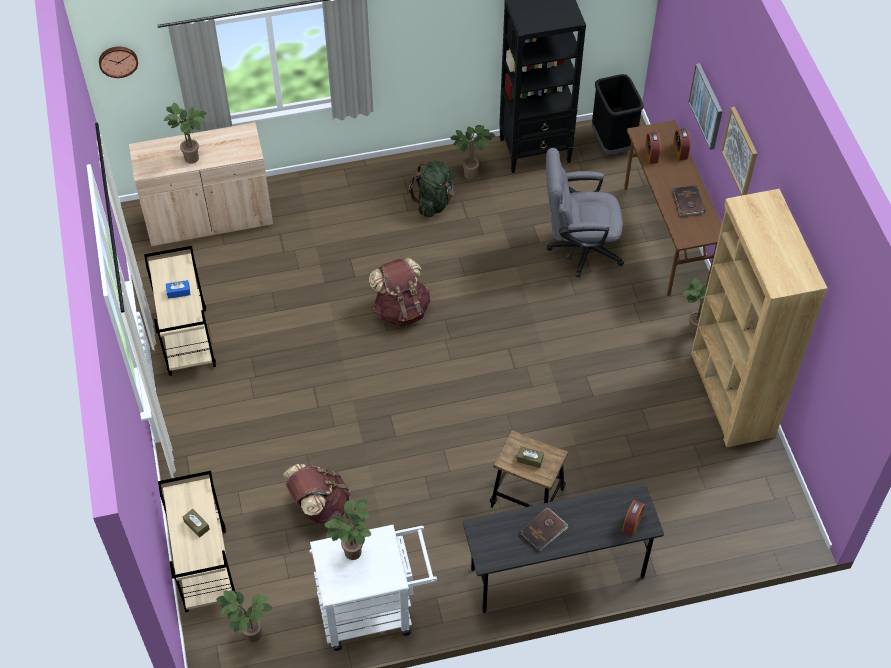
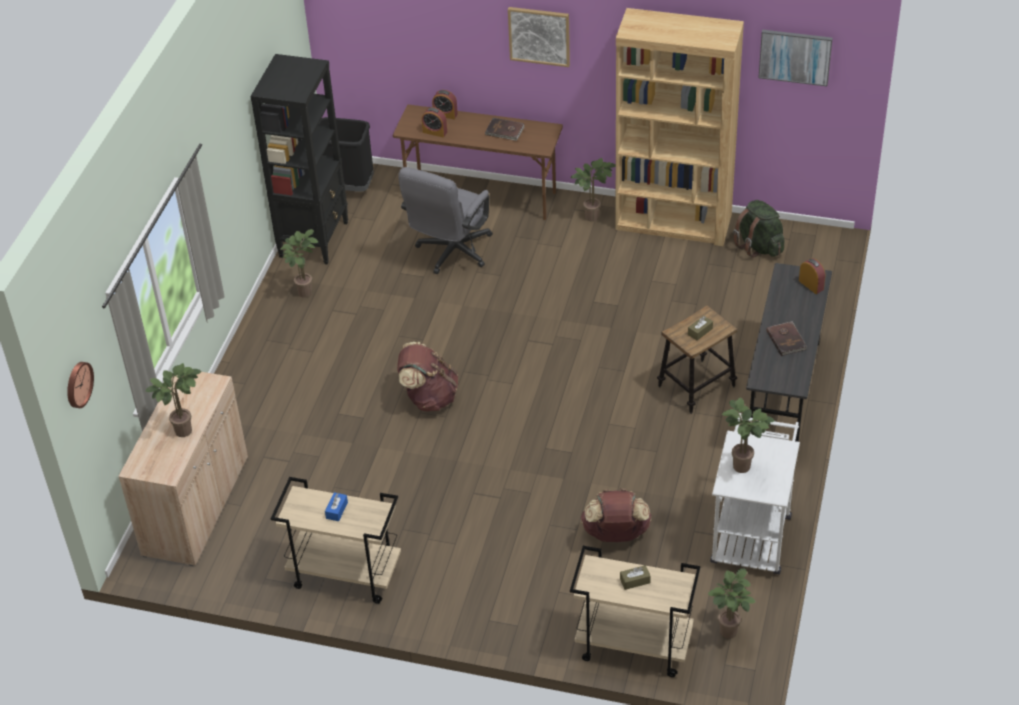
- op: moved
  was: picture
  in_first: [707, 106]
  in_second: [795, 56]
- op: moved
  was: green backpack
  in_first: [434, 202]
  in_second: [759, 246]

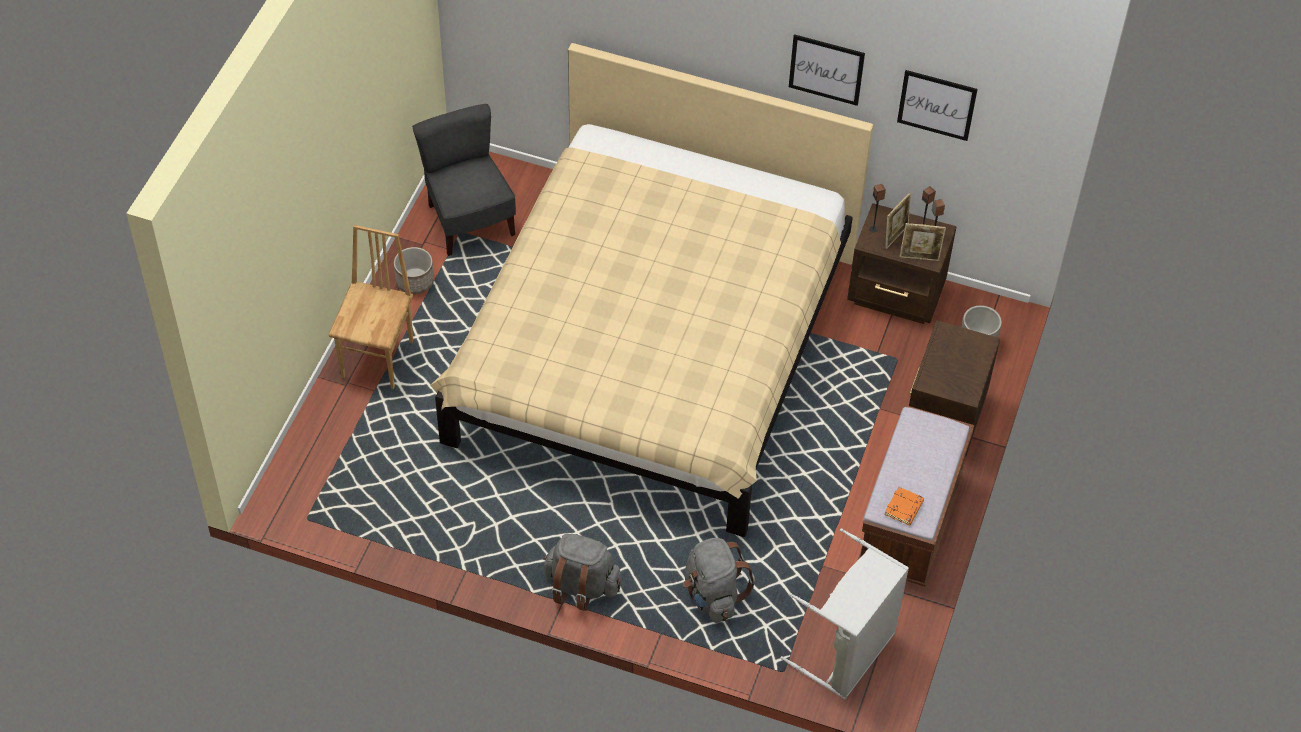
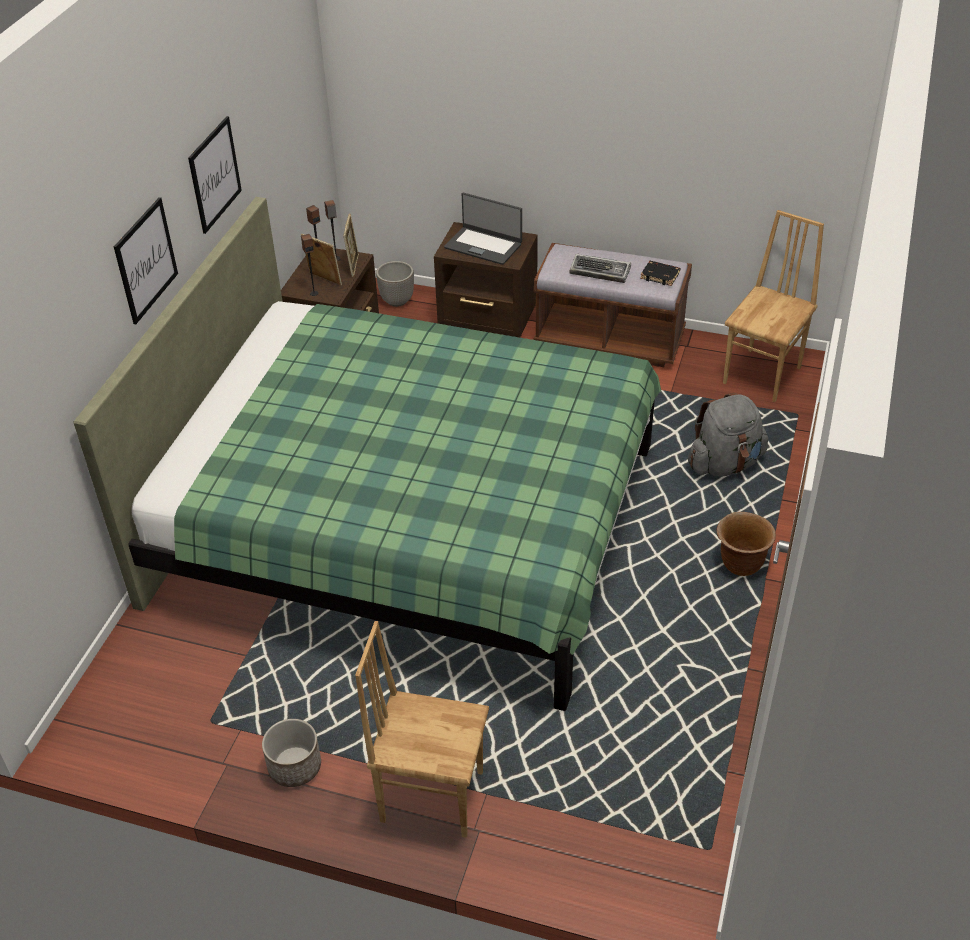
- op: recoloured
  was: beige bed
  now: green bed
  in_first: [651, 349]
  in_second: [409, 523]
- op: moved
  was: picture
  in_first: [937, 105]
  in_second: [146, 260]
- op: removed
  was: grey chair
  in_first: [469, 221]
- op: recoloured
  was: orange book
  now: black book
  in_first: [904, 508]
  in_second: [660, 275]
- op: replaced
  was: grey laundry basket
  now: brown chair
  in_first: [848, 653]
  in_second: [763, 375]
- op: replaced
  was: grey backpack
  now: brown planter
  in_first: [581, 586]
  in_second: [740, 564]
- op: added
  now: laptop
  in_second: [483, 245]
- op: added
  now: keyboard
  in_second: [601, 272]

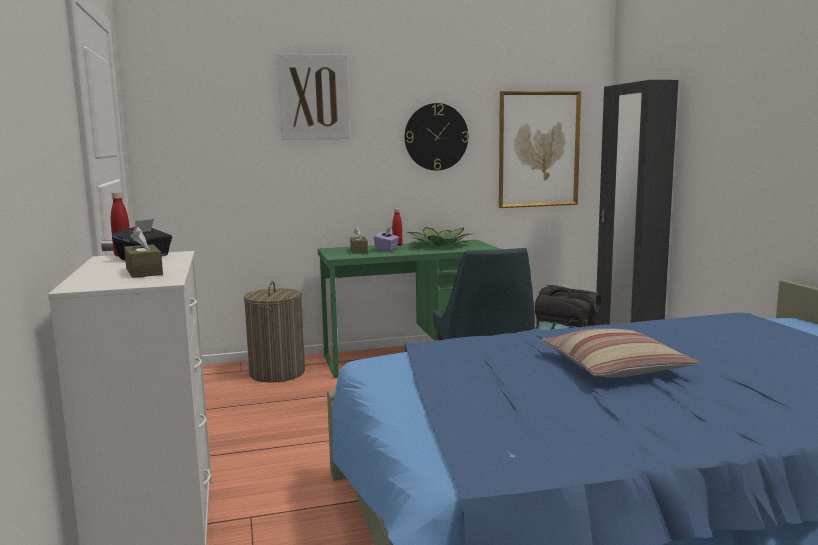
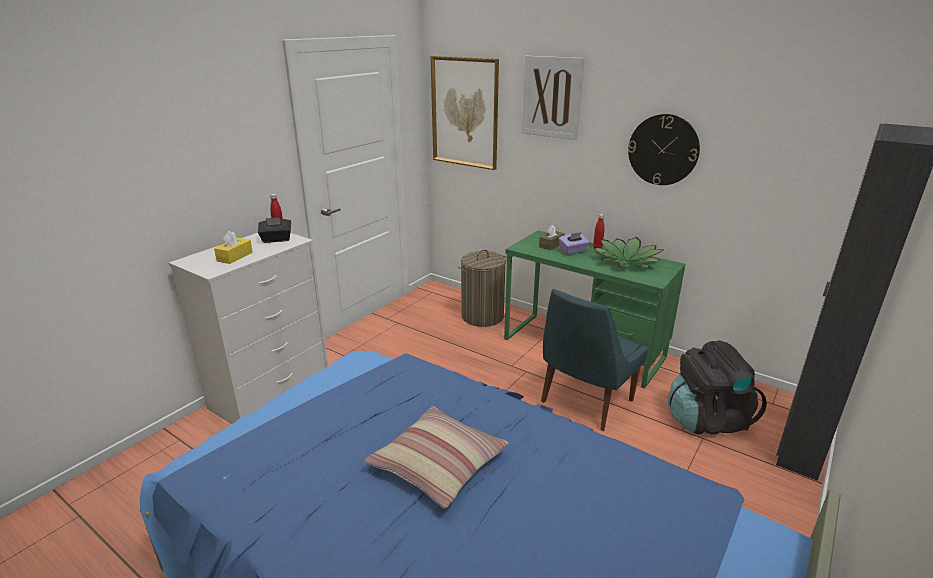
- op: moved
  was: picture
  in_first: [538, 149]
  in_second: [465, 112]
- op: recoloured
  was: brown tissue box
  now: yellow tissue box
  in_first: [144, 272]
  in_second: [235, 257]

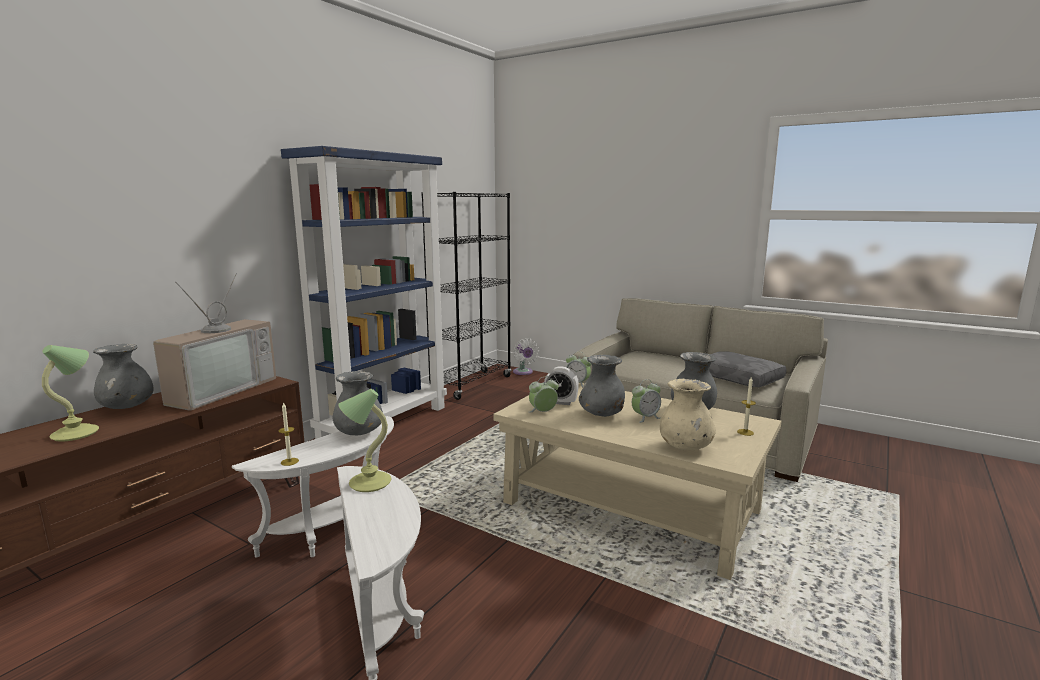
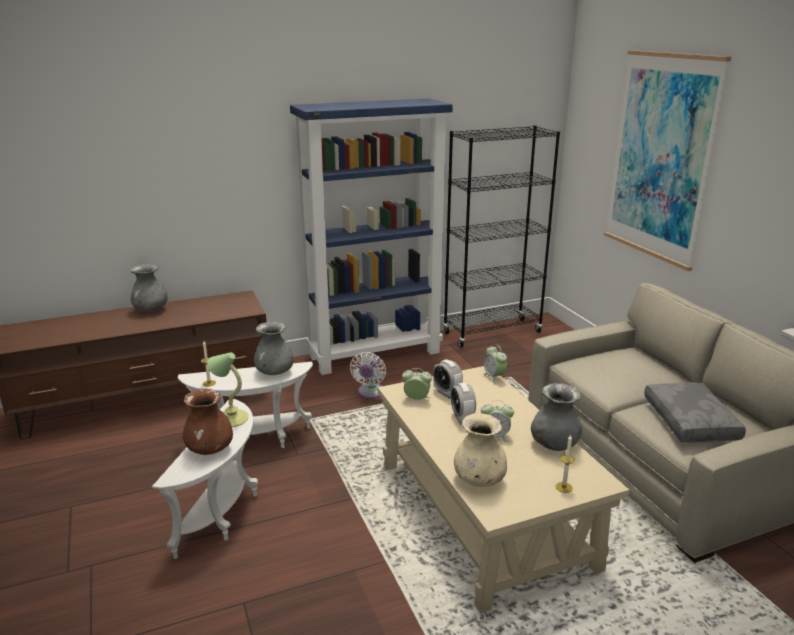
- op: removed
  was: television
  in_first: [219, 390]
- op: moved
  was: white fan
  in_first: [523, 372]
  in_second: [370, 393]
- op: removed
  was: table lamp
  in_first: [77, 433]
- op: replaced
  was: grey vase
  now: alarm clock
  in_first: [601, 414]
  in_second: [462, 419]
- op: added
  now: picture
  in_second: [661, 158]
- op: added
  now: brown vase
  in_second: [210, 449]

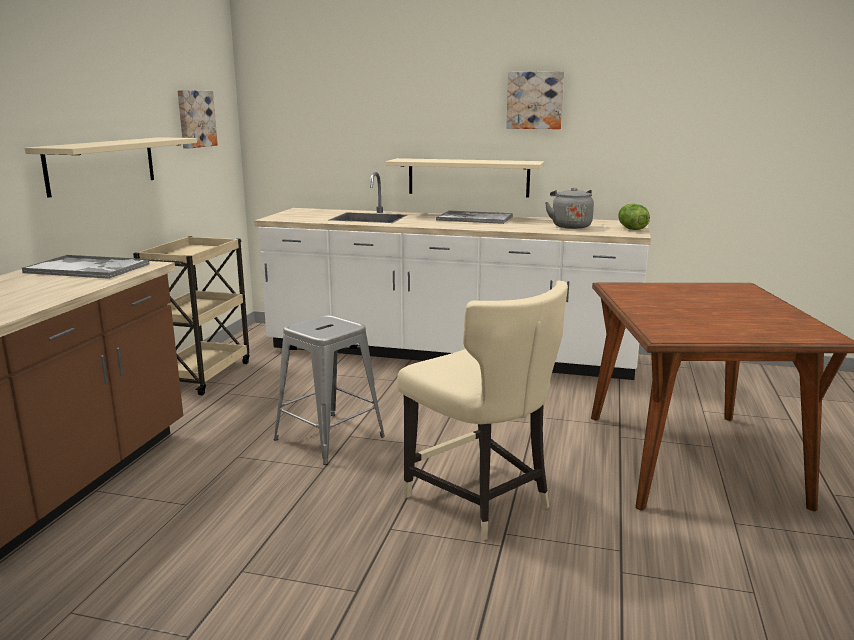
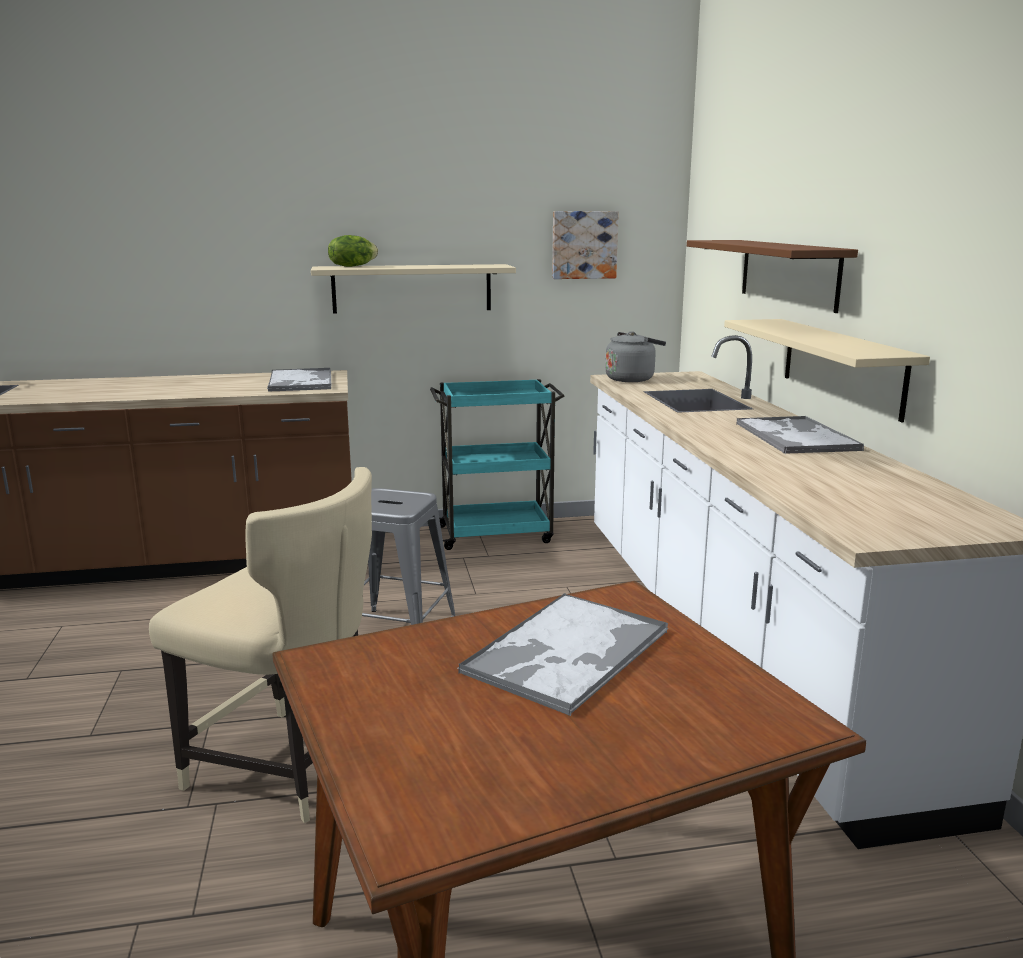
- op: removed
  was: picture
  in_first: [535, 100]
- op: moved
  was: grey kettle
  in_first: [570, 226]
  in_second: [632, 379]
- op: moved
  was: lettuce
  in_first: [631, 229]
  in_second: [352, 266]
- op: recoloured
  was: beige cart
  now: turquoise cart
  in_first: [202, 374]
  in_second: [497, 534]
- op: turned
  was: beige chair
  in_first: [481, 501]
  in_second: [289, 768]
  clockwise: -90
- op: added
  now: brown shelf
  in_second: [788, 273]
- op: added
  now: tray
  in_second: [566, 653]

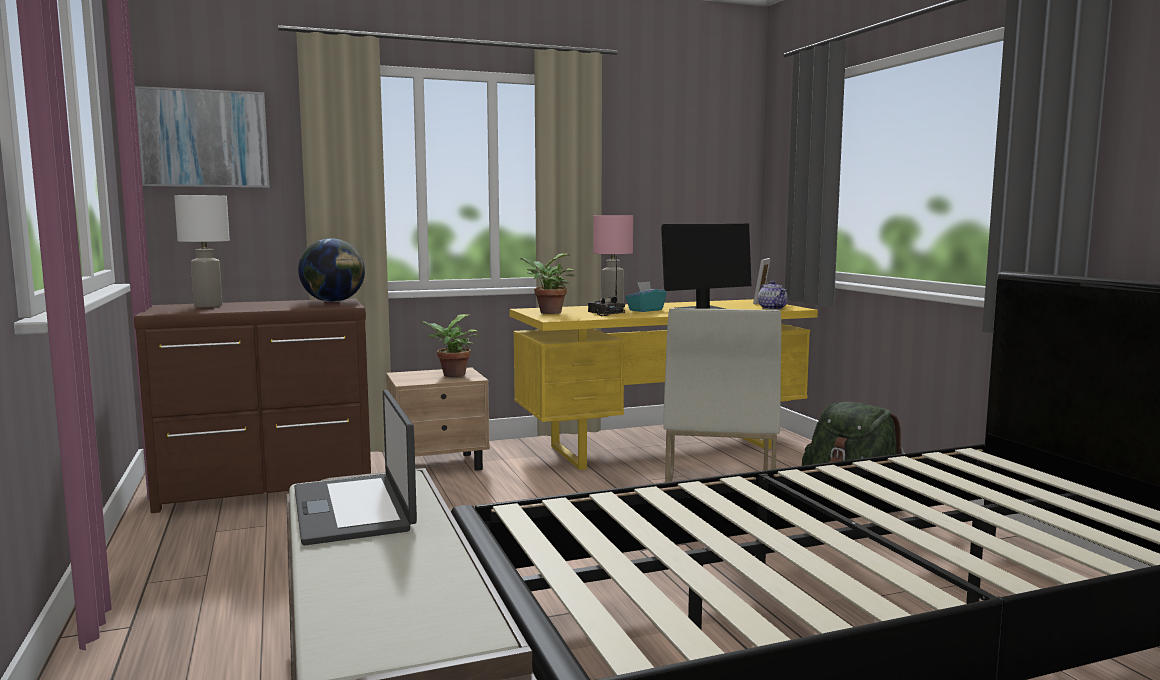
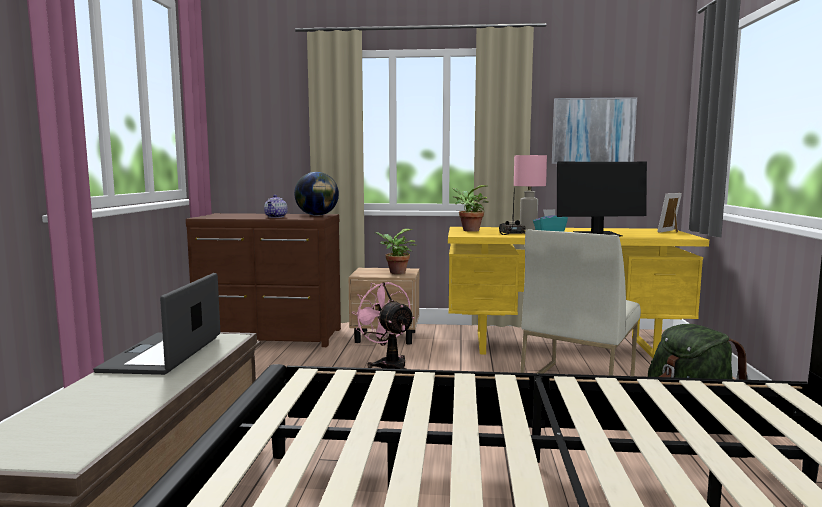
- op: moved
  was: picture
  in_first: [204, 139]
  in_second: [593, 131]
- op: removed
  was: white table lamp
  in_first: [207, 306]
- op: moved
  was: teapot
  in_first: [772, 308]
  in_second: [276, 217]
- op: added
  now: pink fan
  in_second: [388, 364]

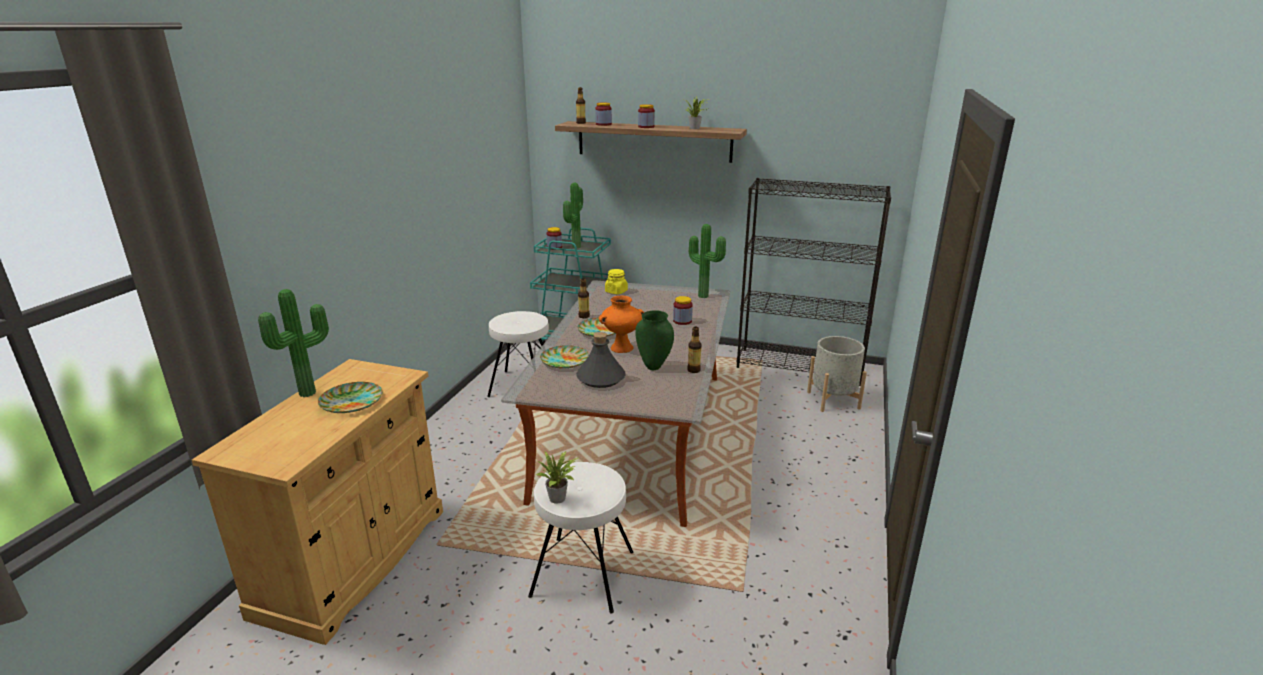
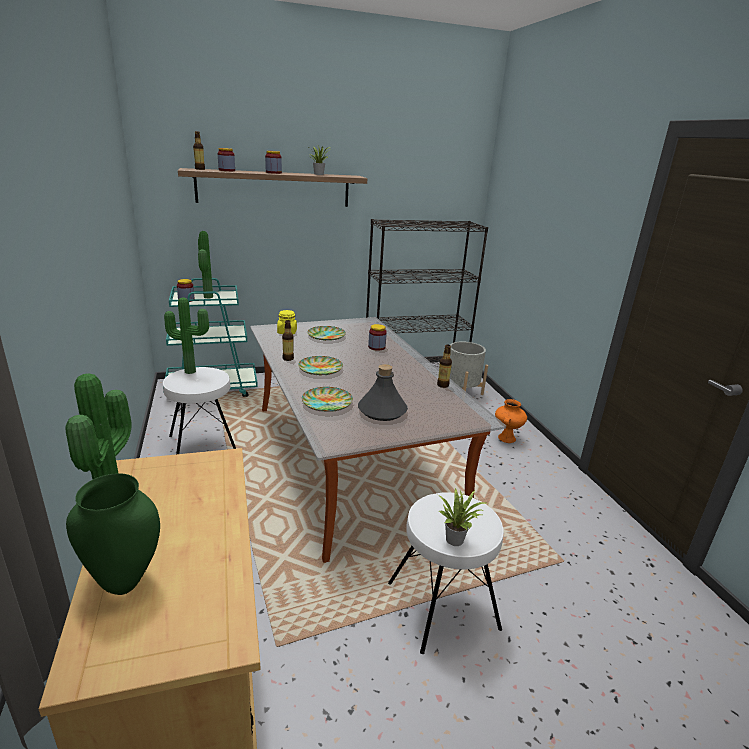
- op: moved
  was: potted plant
  in_first: [704, 295]
  in_second: [191, 371]
- op: moved
  was: orange vase
  in_first: [622, 347]
  in_second: [506, 438]
- op: moved
  was: green vase
  in_first: [654, 366]
  in_second: [126, 581]
- op: moved
  was: plate
  in_first: [351, 401]
  in_second: [326, 336]

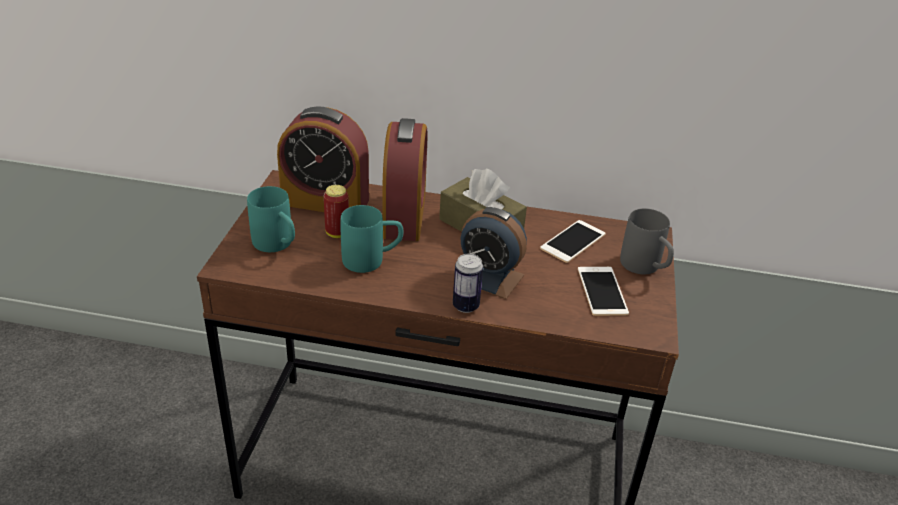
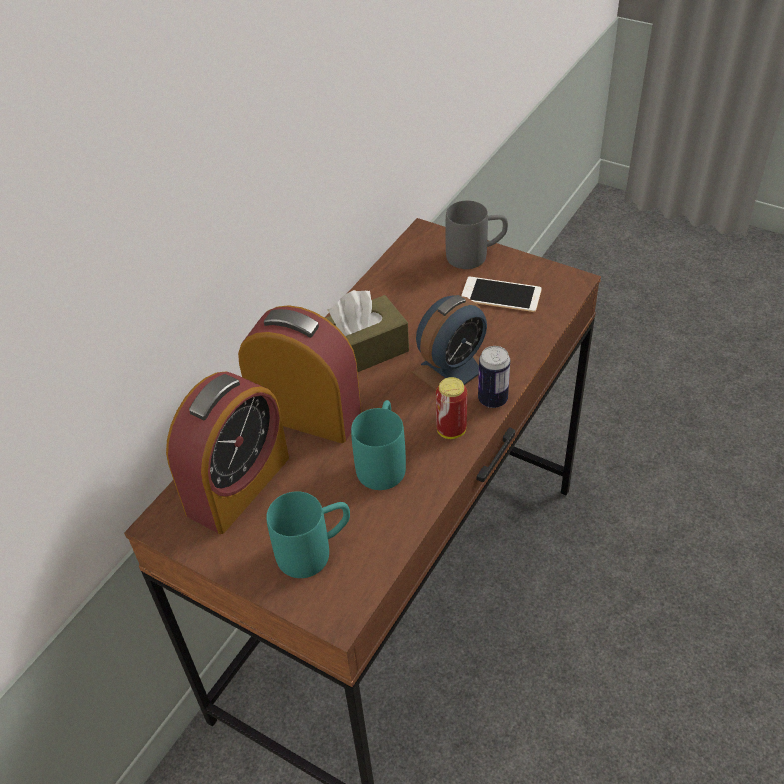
- op: moved
  was: can
  in_first: [337, 233]
  in_second: [451, 430]
- op: removed
  was: phone
  in_first: [573, 241]

